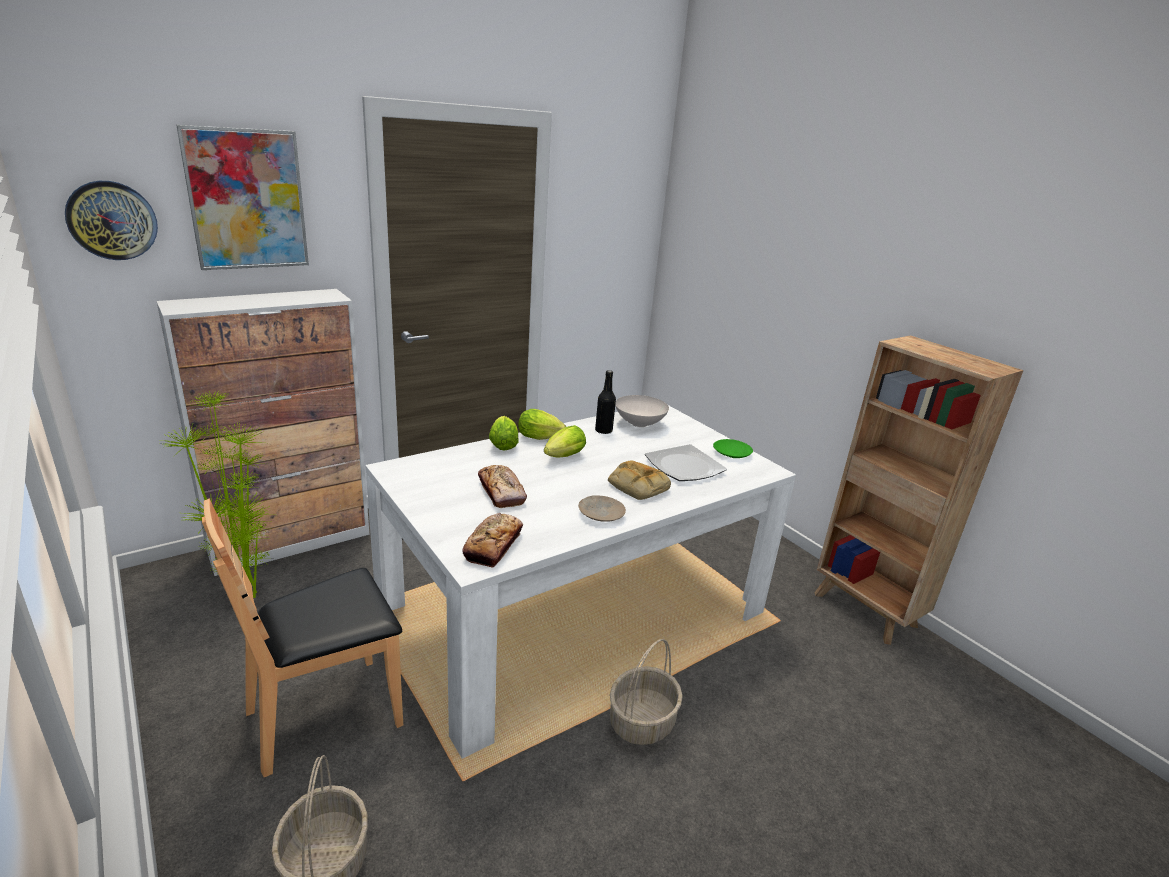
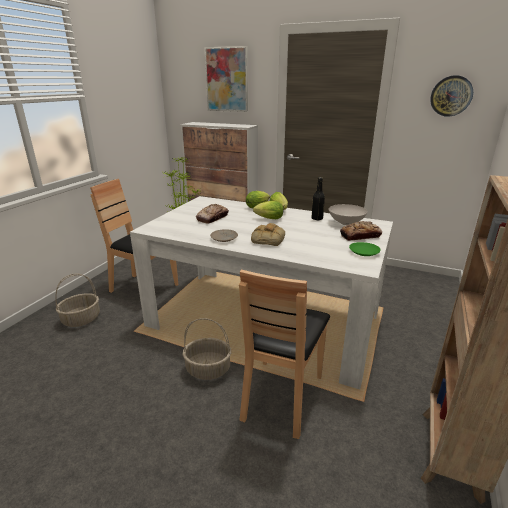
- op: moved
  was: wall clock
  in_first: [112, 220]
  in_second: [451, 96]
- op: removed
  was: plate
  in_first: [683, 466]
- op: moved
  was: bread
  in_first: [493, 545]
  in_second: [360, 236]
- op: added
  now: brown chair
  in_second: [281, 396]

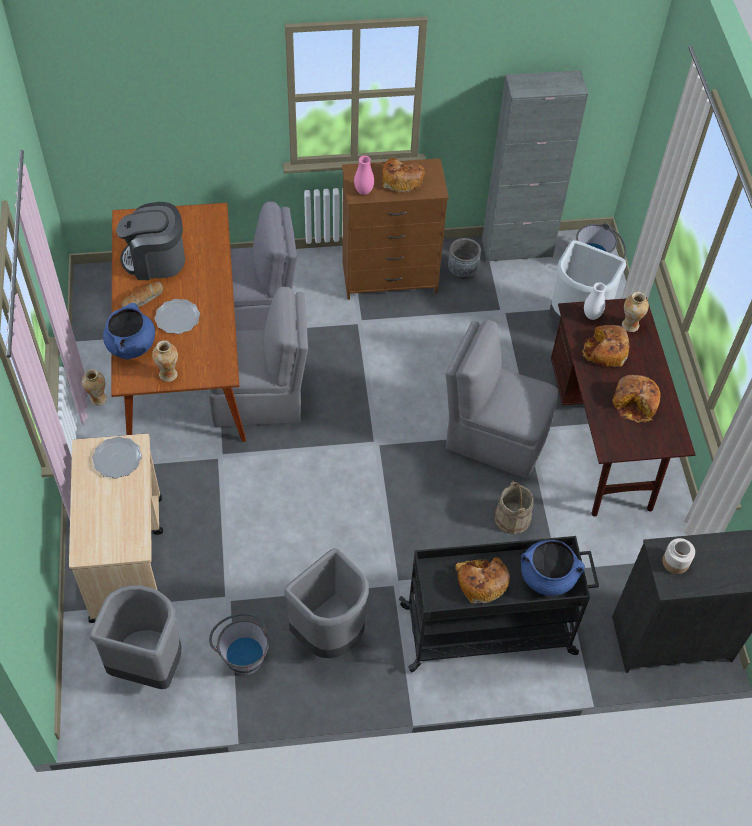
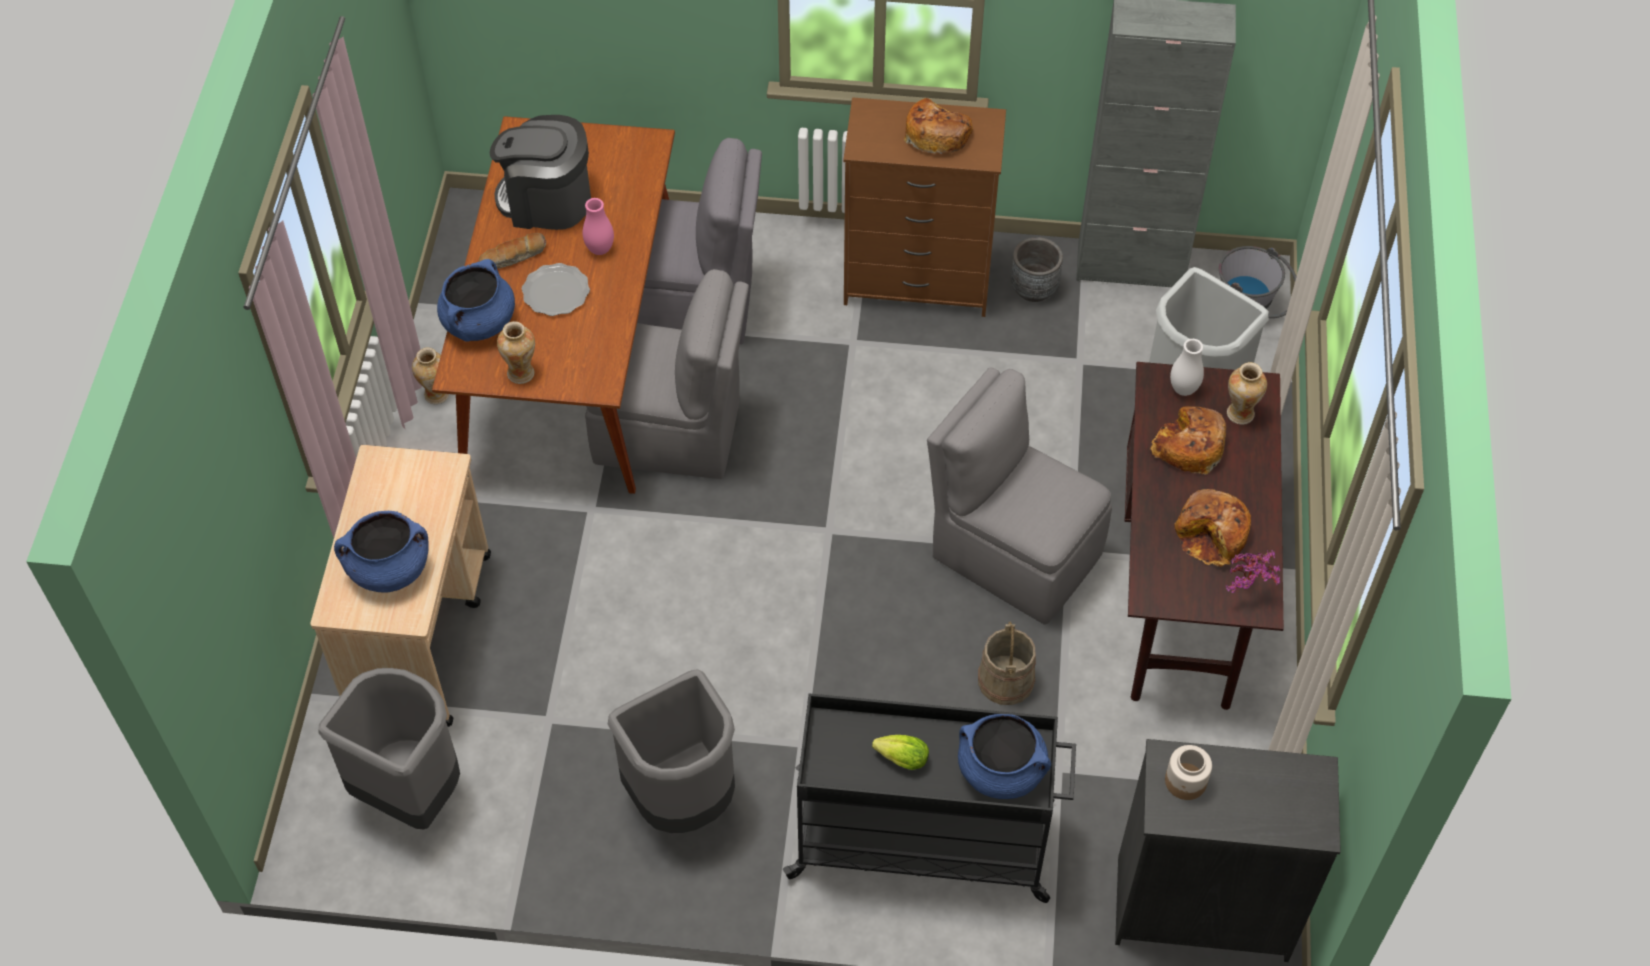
- op: moved
  was: pink vase
  in_first: [363, 191]
  in_second: [600, 249]
- op: removed
  was: plate
  in_first: [117, 459]
- op: replaced
  was: bread
  now: lettuce
  in_first: [481, 581]
  in_second: [899, 758]
- op: removed
  was: grey bucket
  in_first: [242, 653]
- op: added
  now: blue cooking pot
  in_second: [389, 569]
- op: added
  now: potted plant
  in_second: [1247, 590]

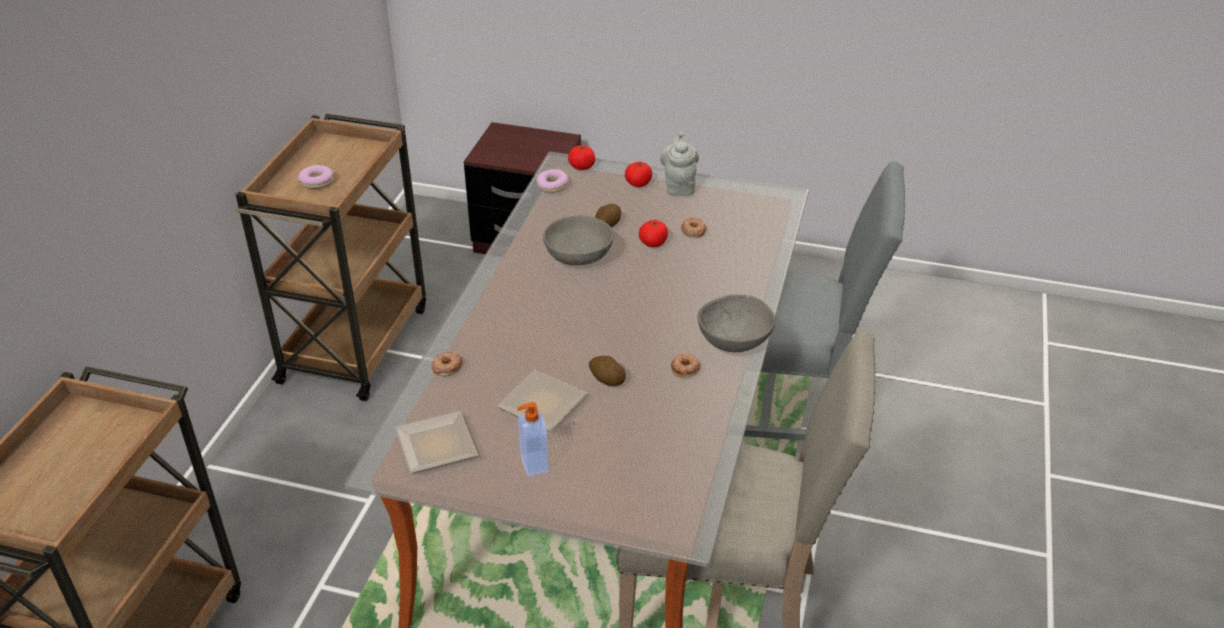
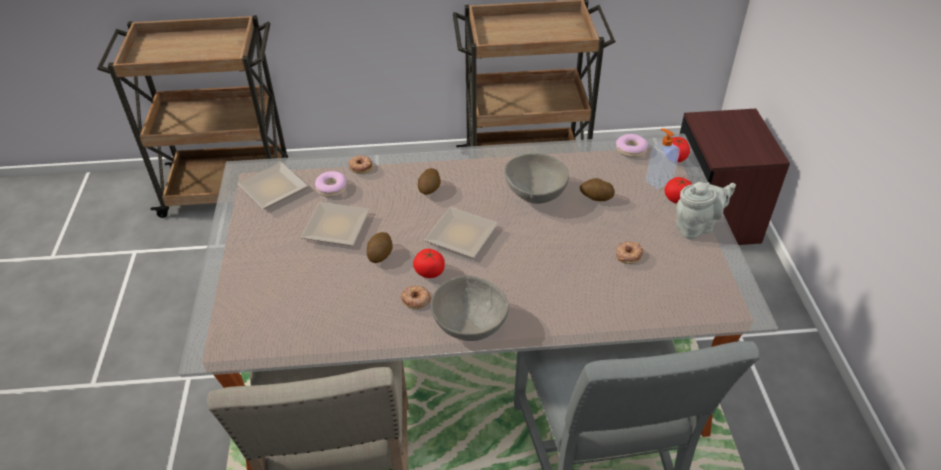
- op: moved
  was: donut
  in_first: [316, 182]
  in_second: [331, 188]
- op: moved
  was: tomato
  in_first: [653, 243]
  in_second: [429, 272]
- op: moved
  was: soap dispenser
  in_first: [533, 464]
  in_second: [658, 181]
- op: added
  now: potato
  in_second: [429, 189]
- op: added
  now: plate
  in_second: [459, 236]

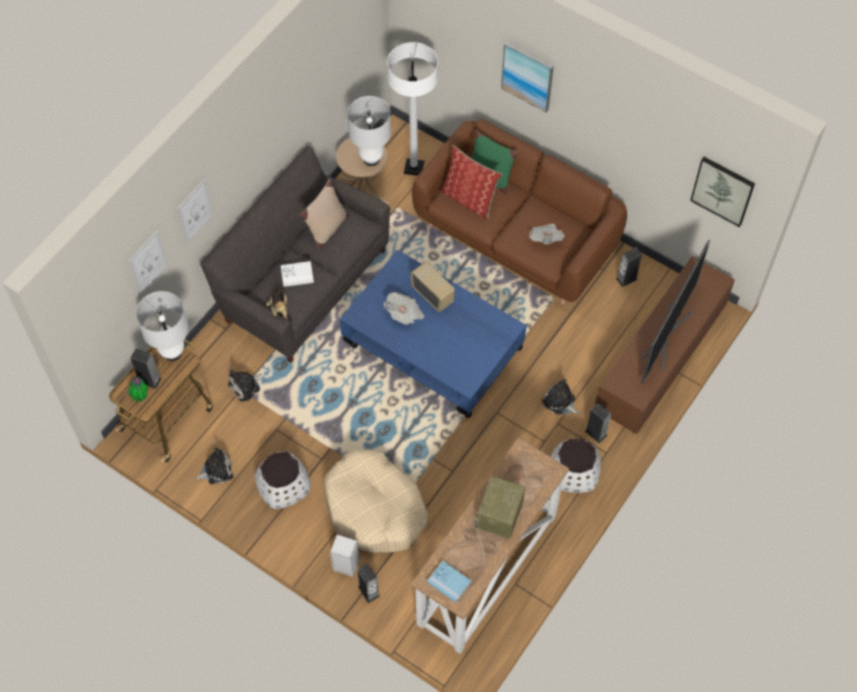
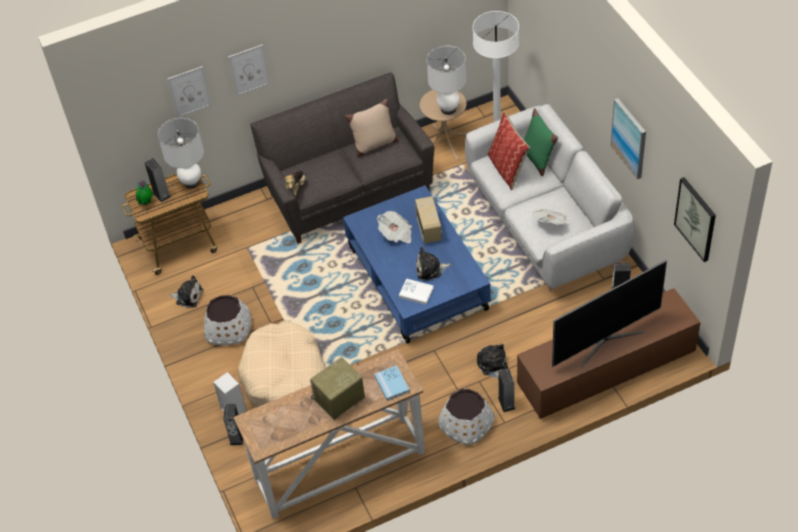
- op: moved
  was: picture
  in_first: [527, 75]
  in_second: [629, 138]
- op: recoloured
  was: brown sofa
  now: grey sofa
  in_first: [516, 236]
  in_second: [546, 224]
- op: moved
  was: white book
  in_first: [297, 275]
  in_second: [416, 292]
- op: moved
  was: plush toy
  in_first: [246, 386]
  in_second: [430, 269]
- op: moved
  was: blue book
  in_first: [449, 582]
  in_second: [392, 384]

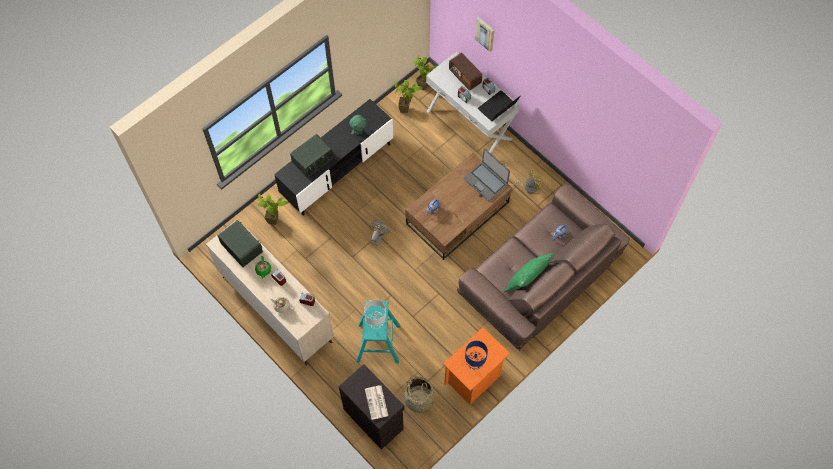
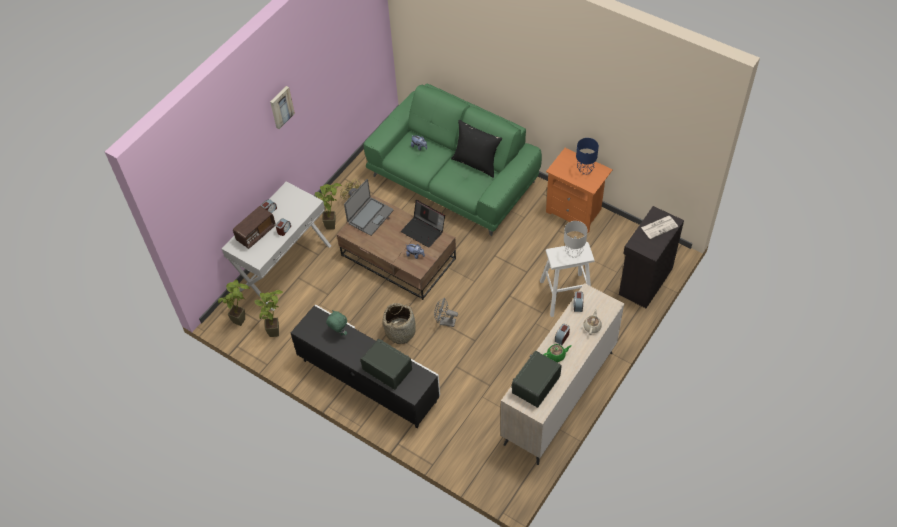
- op: moved
  was: picture
  in_first: [485, 33]
  in_second: [281, 107]
- op: moved
  was: laptop
  in_first: [498, 108]
  in_second: [424, 230]
- op: recoloured
  was: brown sofa
  now: green sofa
  in_first: [539, 278]
  in_second: [453, 179]
- op: moved
  was: potted plant
  in_first: [276, 222]
  in_second: [332, 222]
- op: recoloured
  was: green pillow
  now: black pillow
  in_first: [526, 281]
  in_second: [476, 163]
- op: recoloured
  was: turquoise stool
  now: white stool
  in_first: [378, 343]
  in_second: [566, 294]
- op: moved
  was: basket
  in_first: [419, 399]
  in_second: [400, 331]

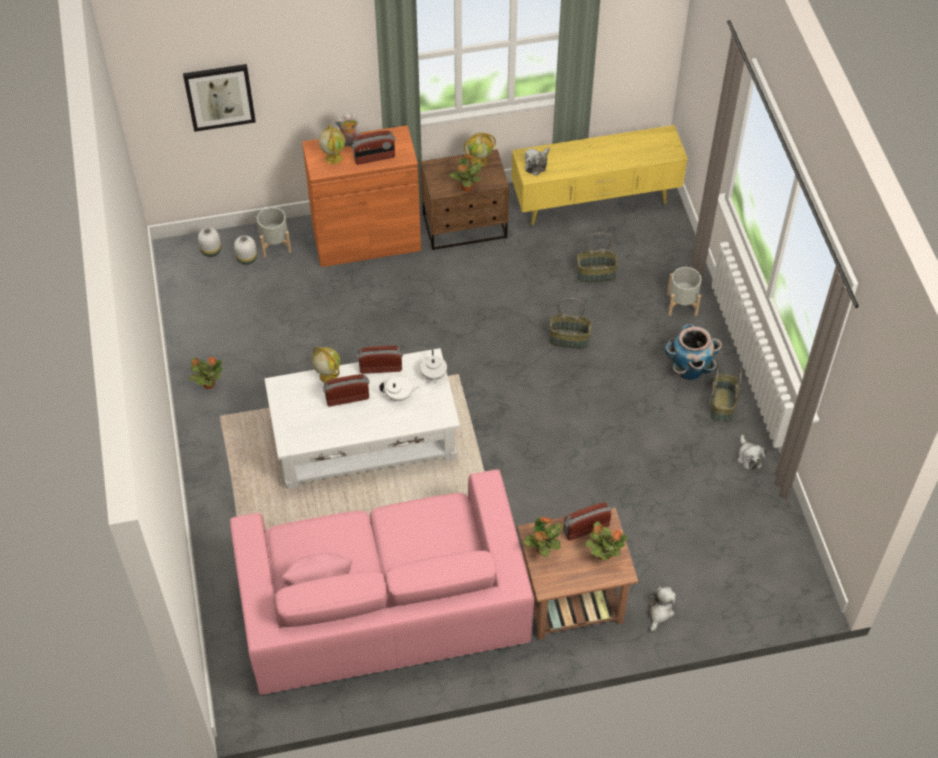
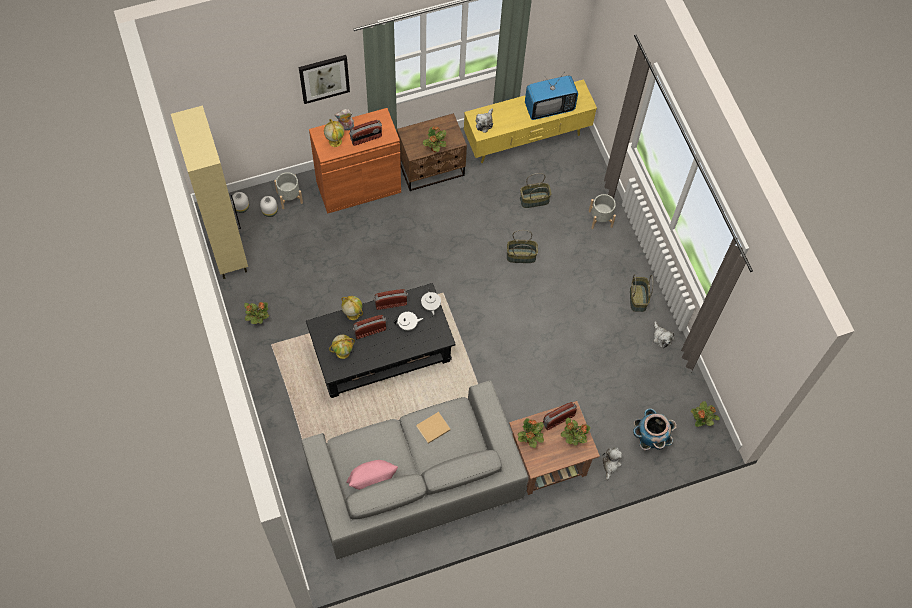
- op: moved
  was: picture
  in_first: [219, 96]
  in_second: [324, 78]
- op: moved
  was: globe
  in_first: [480, 160]
  in_second: [343, 352]
- op: moved
  was: planter
  in_first: [688, 370]
  in_second: [649, 439]
- op: recoloured
  was: white coffee table
  now: black coffee table
  in_first: [364, 439]
  in_second: [381, 352]
- op: recoloured
  was: pink sofa
  now: grey sofa
  in_first: [383, 605]
  in_second: [414, 481]
- op: added
  now: television
  in_second: [549, 108]
- op: added
  now: beige cabinet
  in_second: [228, 250]
- op: added
  now: potted plant
  in_second: [701, 420]
- op: added
  now: beige book
  in_second: [432, 428]

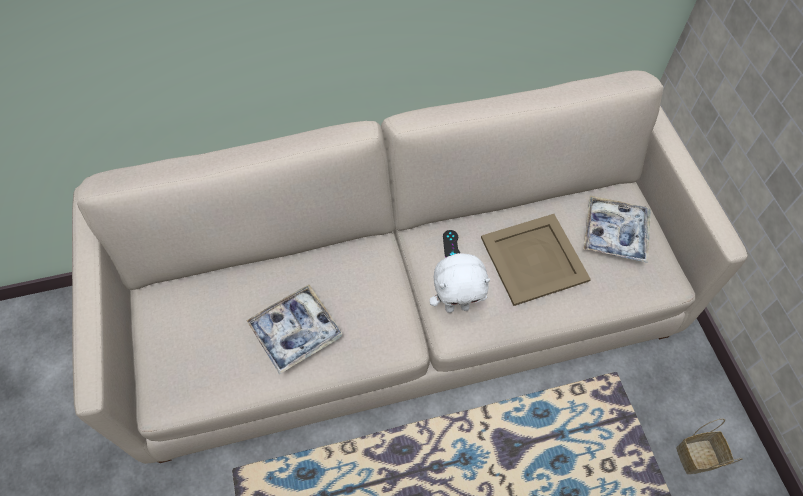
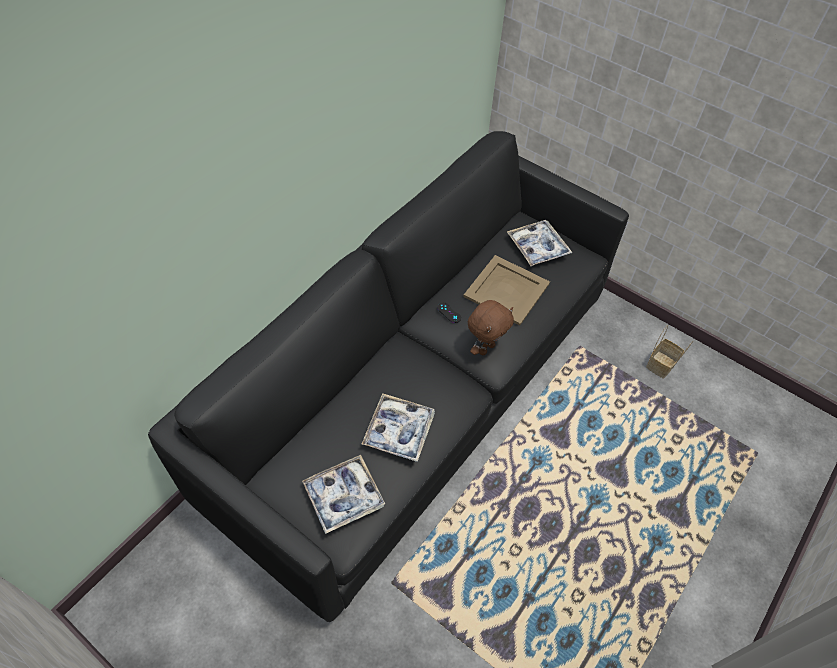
- op: recoloured
  was: beige sofa
  now: black sofa
  in_first: [402, 309]
  in_second: [415, 394]
- op: recoloured
  was: white plush toy
  now: brown plush toy
  in_first: [457, 306]
  in_second: [485, 348]
- op: added
  now: tray
  in_second: [343, 496]

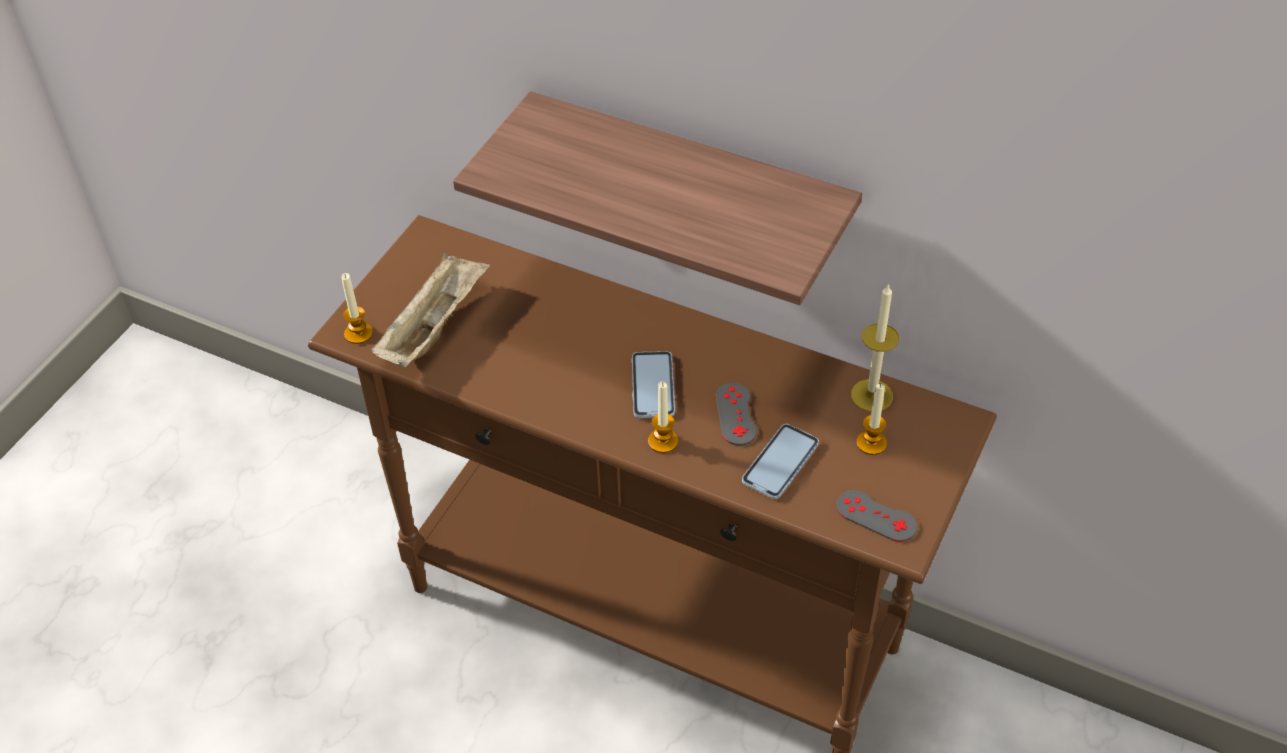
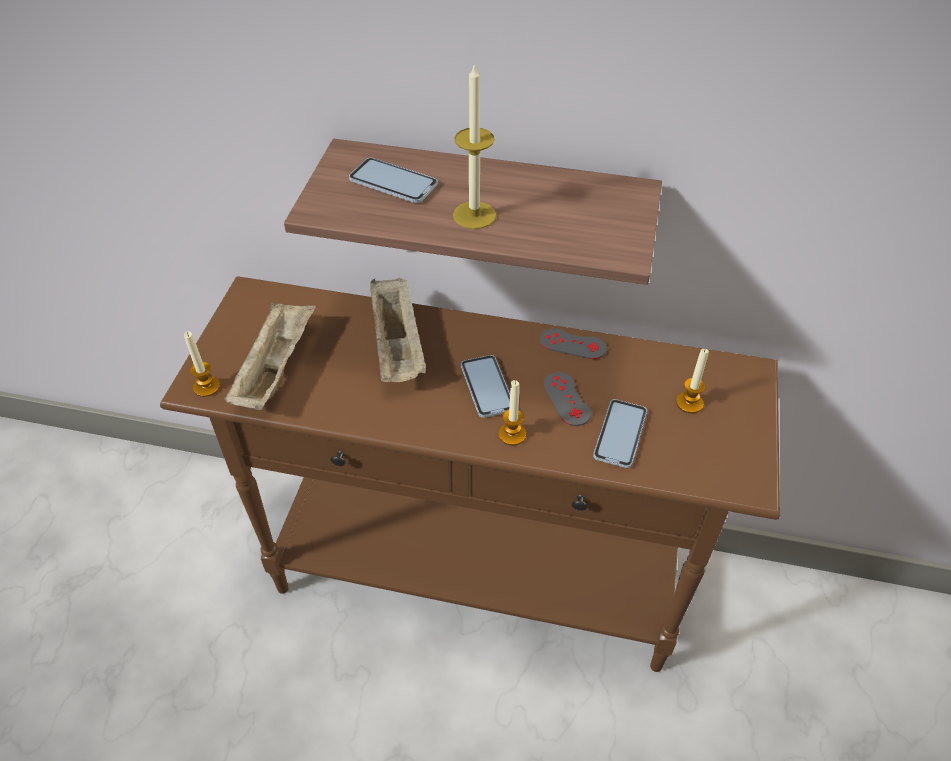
- op: moved
  was: candle
  in_first: [871, 395]
  in_second: [474, 215]
- op: moved
  was: grey game controller
  in_first: [876, 516]
  in_second: [573, 344]
- op: added
  now: phone
  in_second: [393, 182]
- op: added
  now: beige tray
  in_second: [398, 346]

